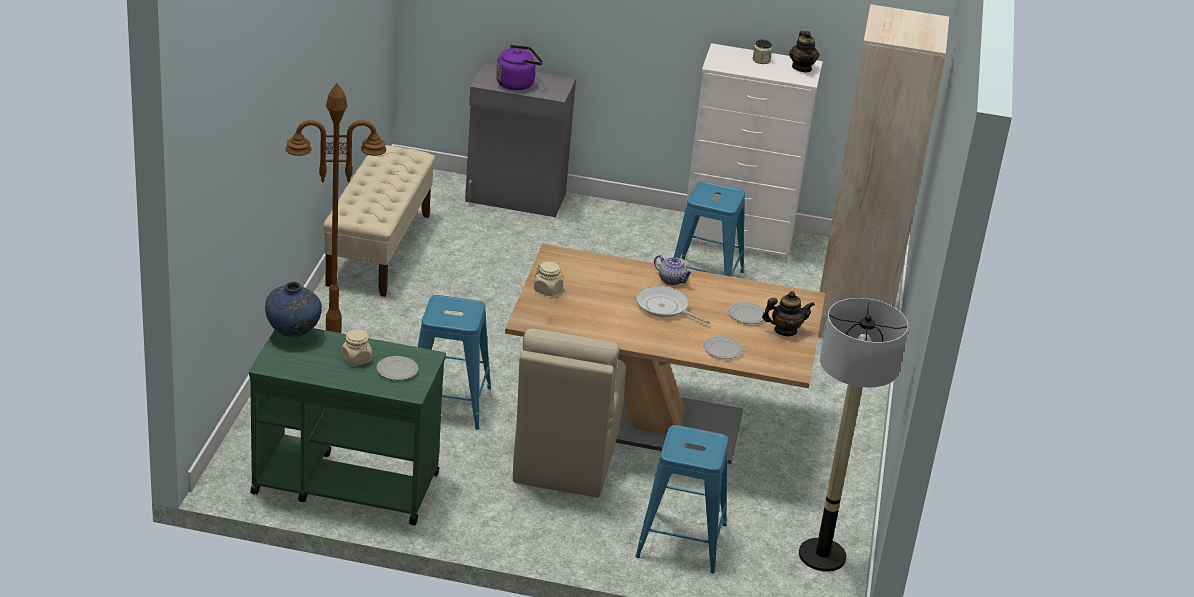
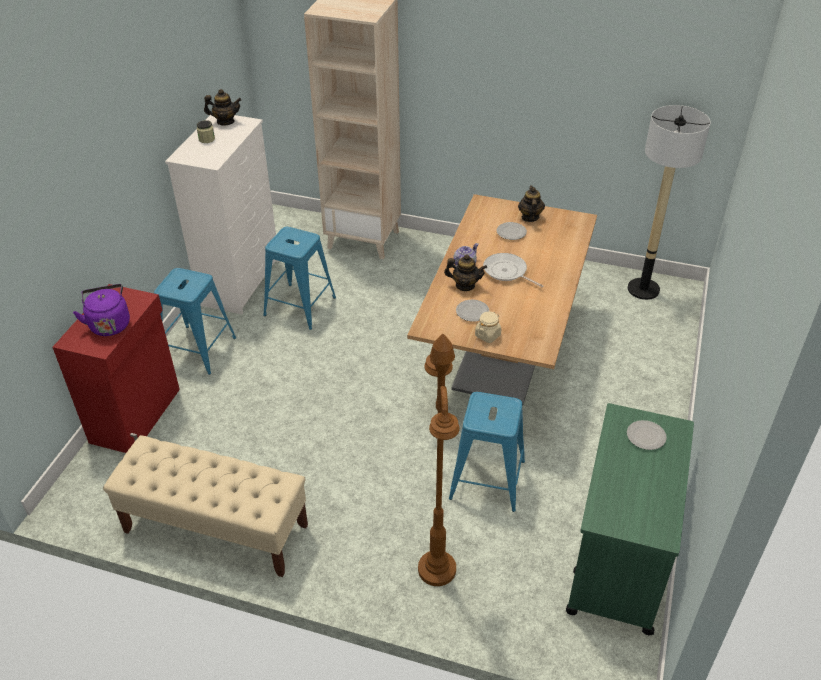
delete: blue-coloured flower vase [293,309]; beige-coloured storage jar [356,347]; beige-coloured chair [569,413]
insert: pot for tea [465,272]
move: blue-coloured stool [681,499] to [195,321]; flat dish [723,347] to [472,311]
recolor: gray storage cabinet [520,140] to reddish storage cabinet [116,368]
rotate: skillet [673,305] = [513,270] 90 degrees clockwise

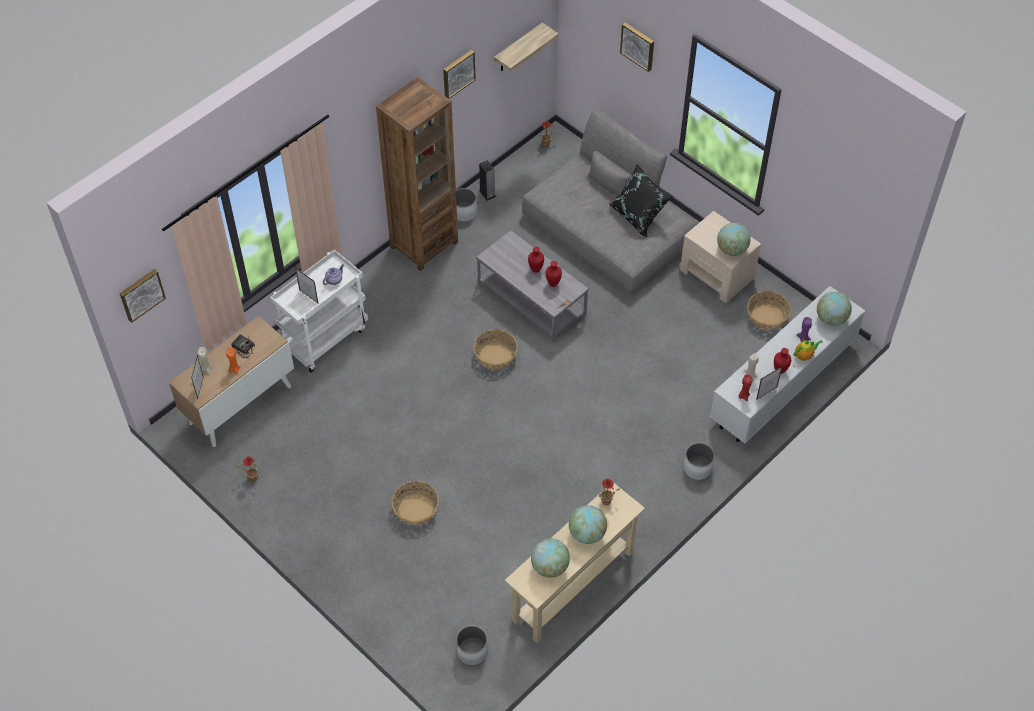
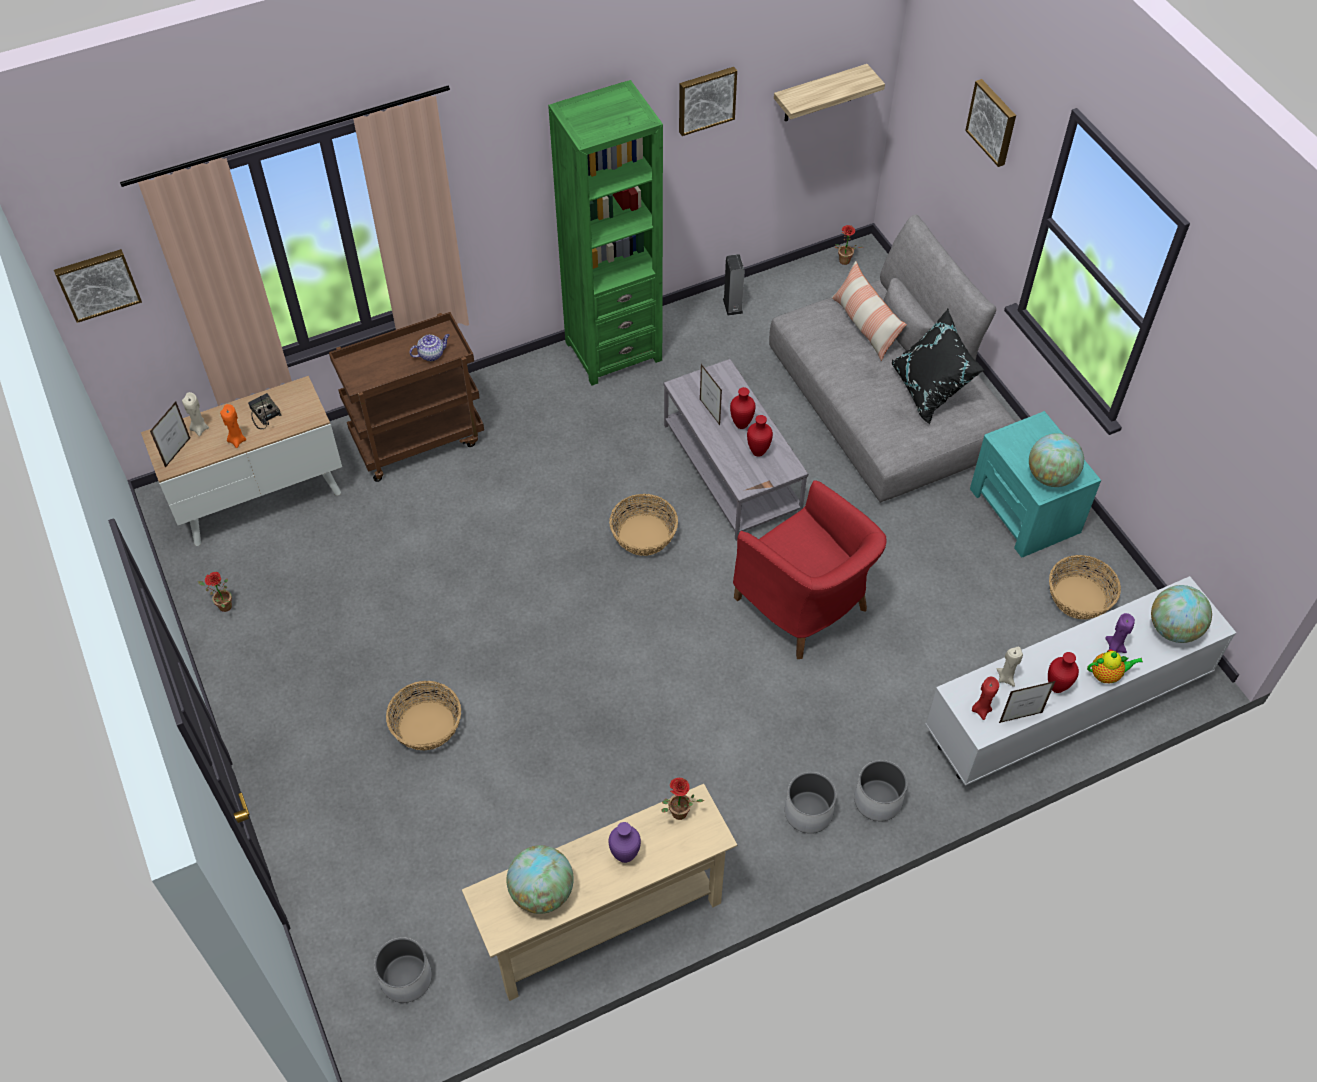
insert: reddish lounge chair [809,569]; pillow [869,311]
move: picture frame [306,285] to [711,394]; whitish planter [466,205] to [810,802]
replace: world globe [588,524] to purple flower vase [625,842]
recolor: whitish cart [319,311] to brown cart [406,397]; brown shelving unit [417,174] to greenish shelving unit [605,233]; beige-coloured nightstand [720,257] to turquoise-coloured nightstand [1035,484]

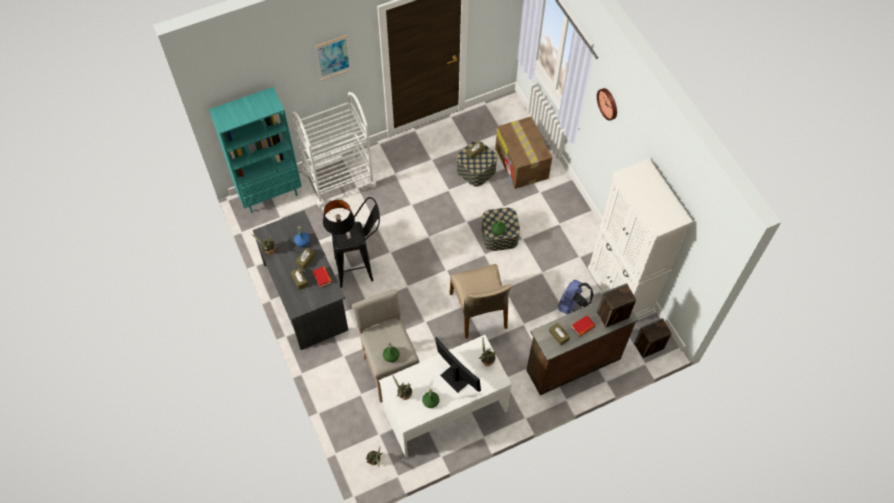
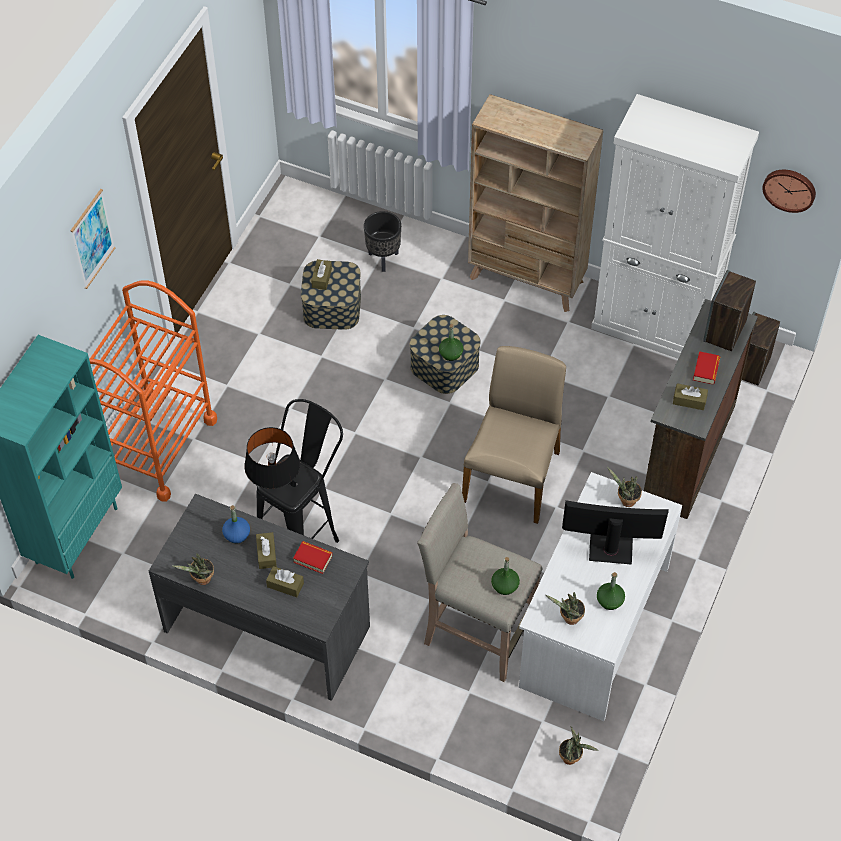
delete: blue-coloured knapsack [576,297]
insert: beige-coloured shelving unit [535,203]
move: wall clock [607,104] to [789,191]
replace: cardboard box [523,152] to black-coloured planter [382,241]
recolor: whitish cart [334,150] to orange cart [153,391]
rotate: beige-coloured chair [480,301] = [514,435] 105 degrees counterclockwise

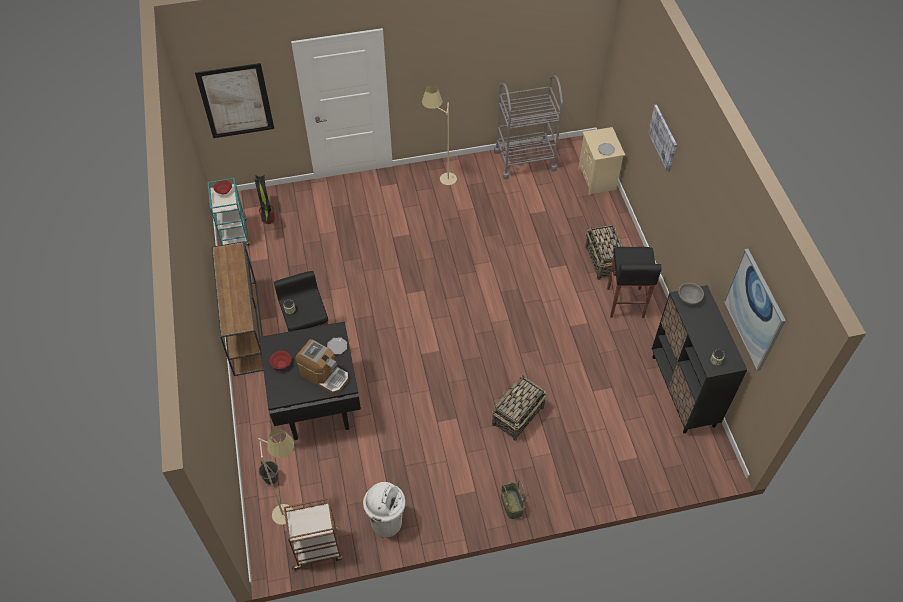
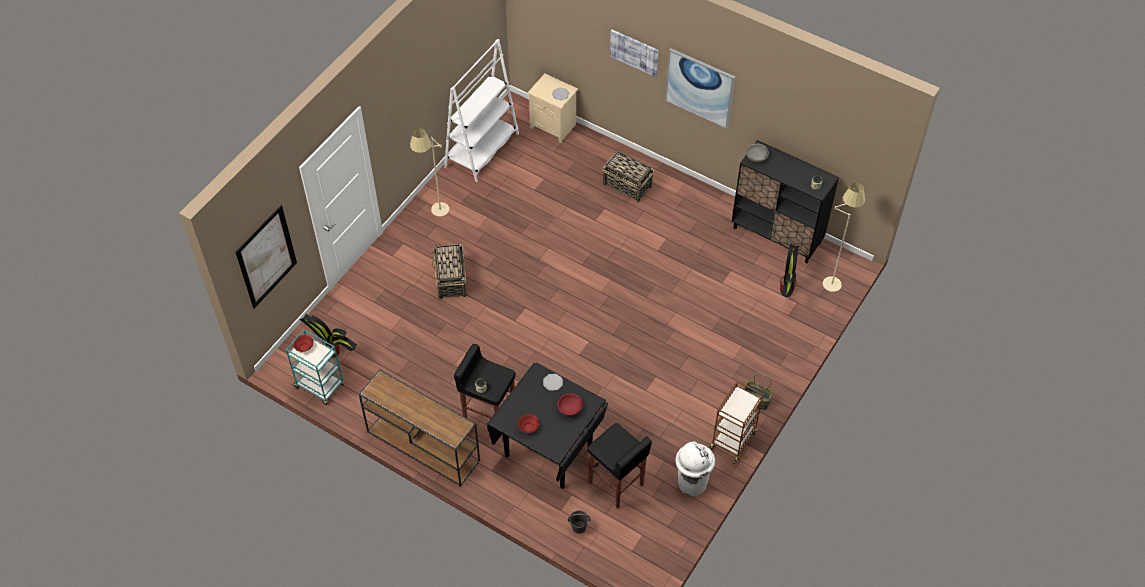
insert: plant in a pot [789,270]
move: storage basket [519,408] to [449,271]; black-coloured stool [634,282] to [619,465]; picture [755,310] to [700,88]; brown cart [313,534] to [736,422]; beige-coloured standing lamp [276,476] to [844,237]
replace: gray cart [528,127] to whitish shelving unit [481,110]; coffee maker [322,366] to reddish bowl [570,405]

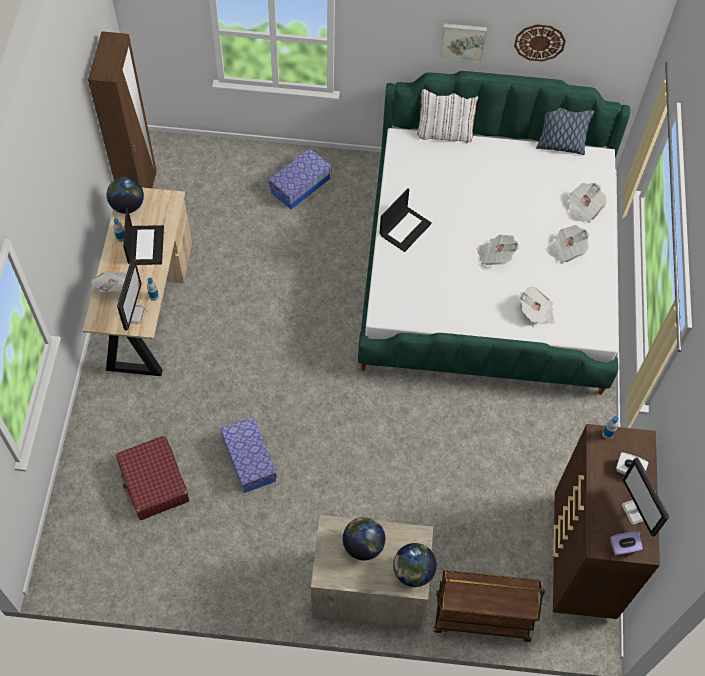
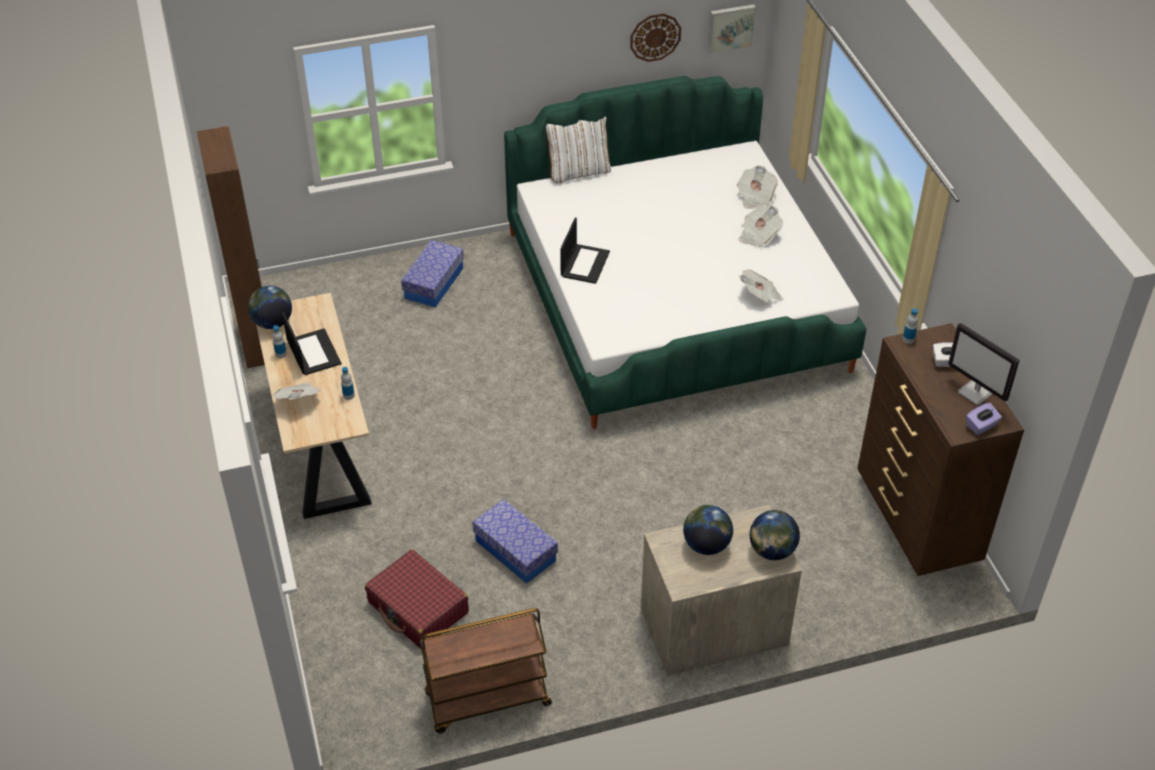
delete: computer display [131,295]; daily paper [498,250]; pillow [565,131]
move: brown cart [489,606] to [486,670]; picture [463,42] to [732,29]

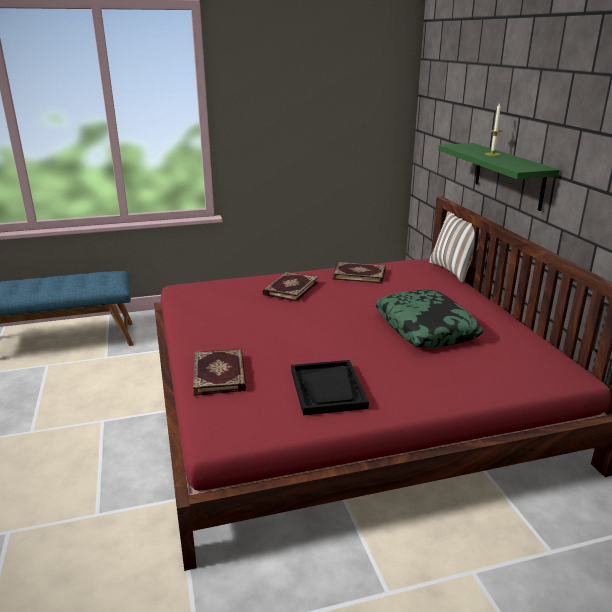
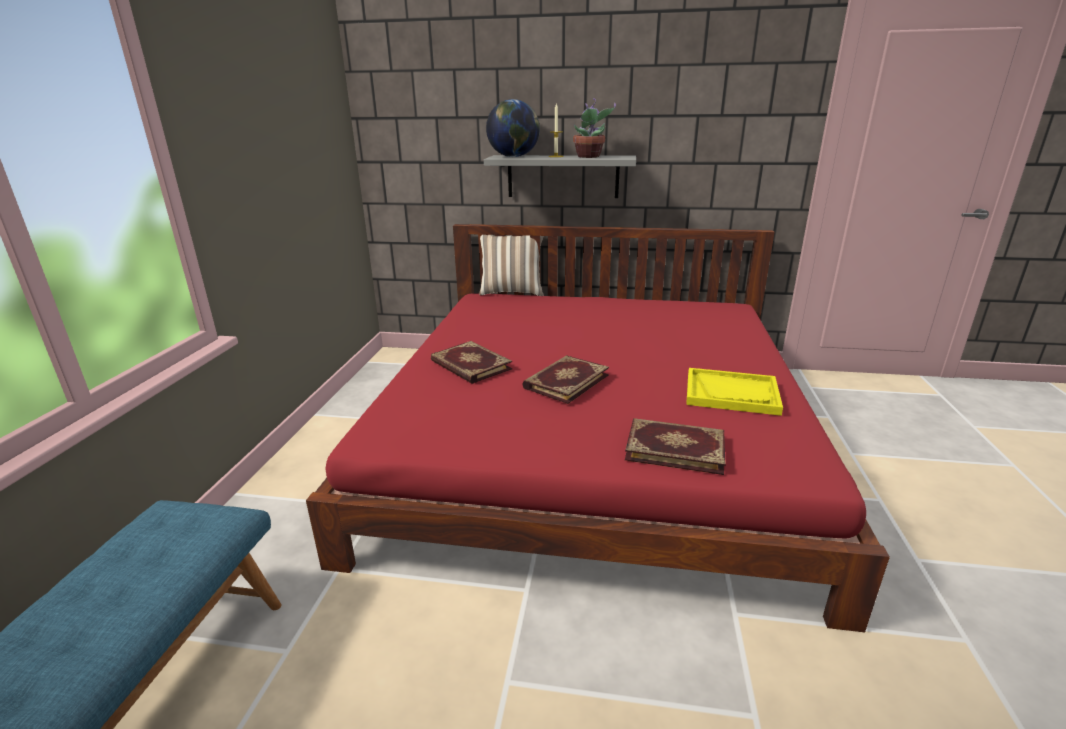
delete: pillow [429,319]
insert: world globe [513,128]; plant in a pot [594,128]
move: book [359,273] to [565,379]
recolor: greenish bracket shelf [499,177] to gray bracket shelf [560,176]; black-coloured carrying tray [330,387] to yellowish carrying tray [734,392]

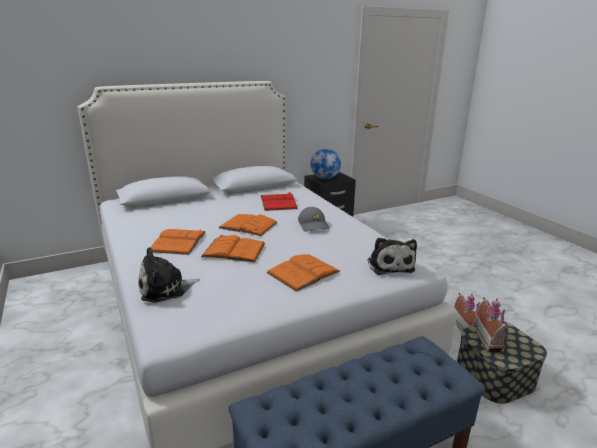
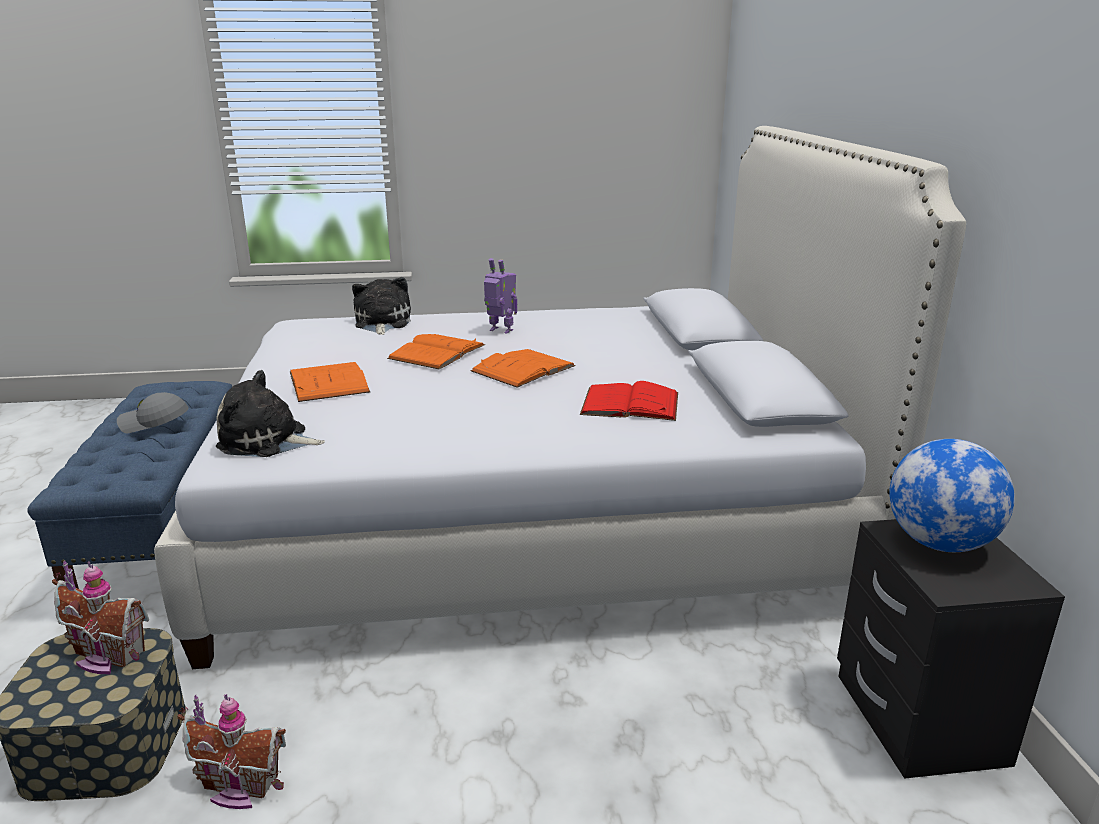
move: gray cap [314,219] to [153,412]
replace: orange book [178,242] to robot figure [500,296]

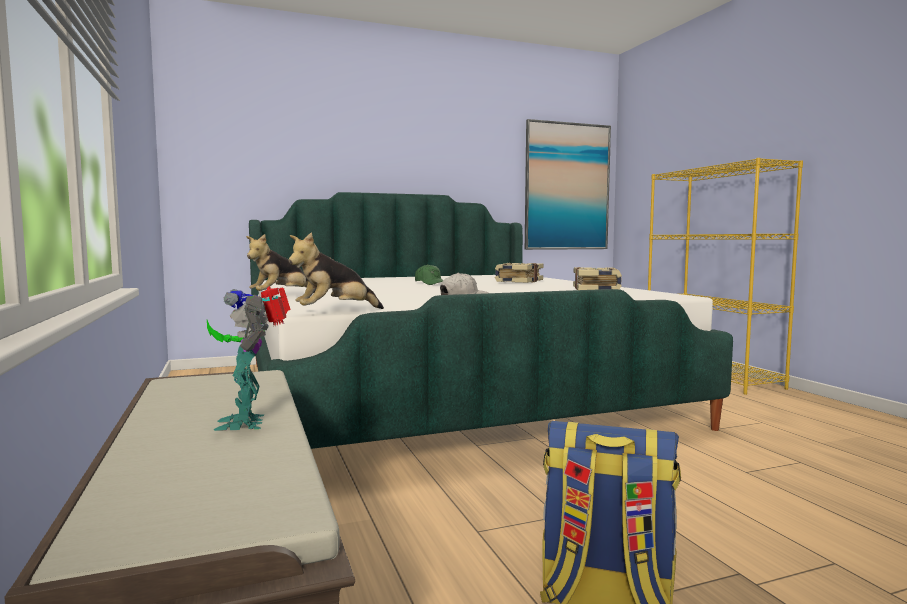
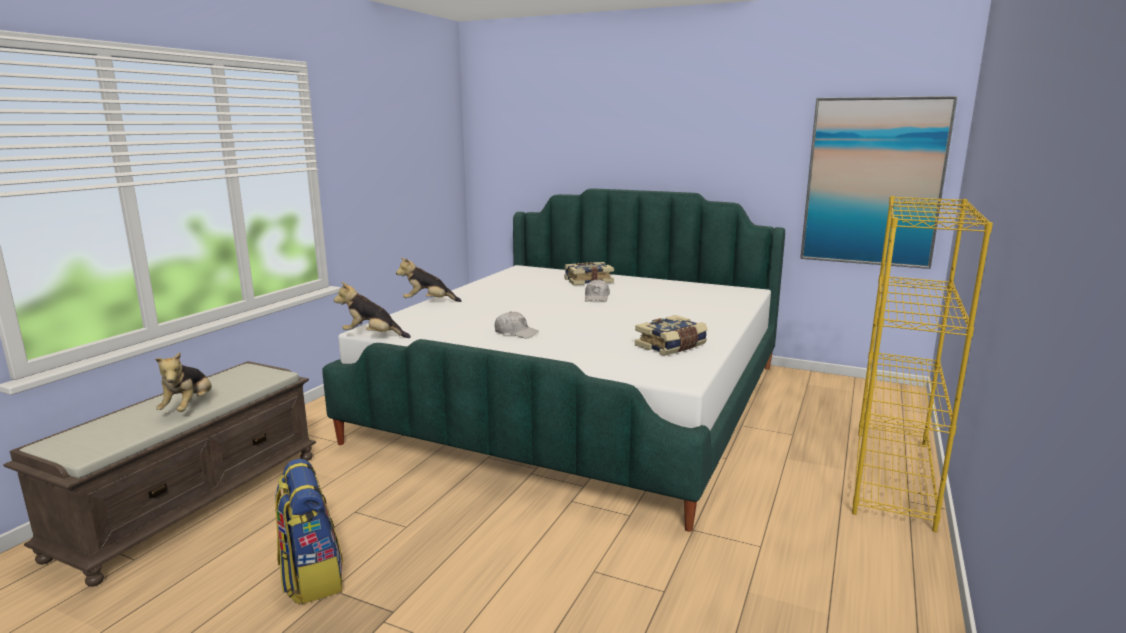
move: book [519,273] to [589,273]
replace: robot figure [249,358] to plush toy [183,382]
recolor: greenish cap [429,274] to whitish cap [597,290]

